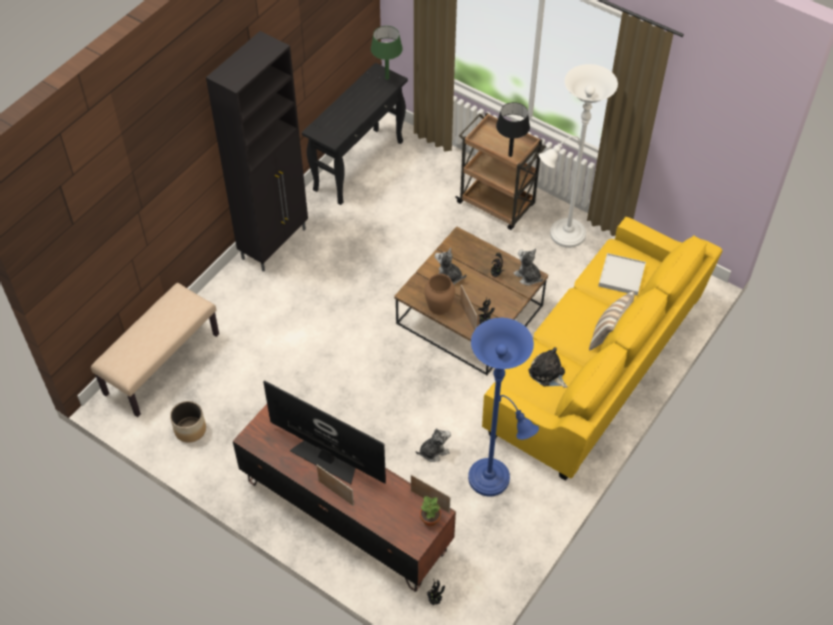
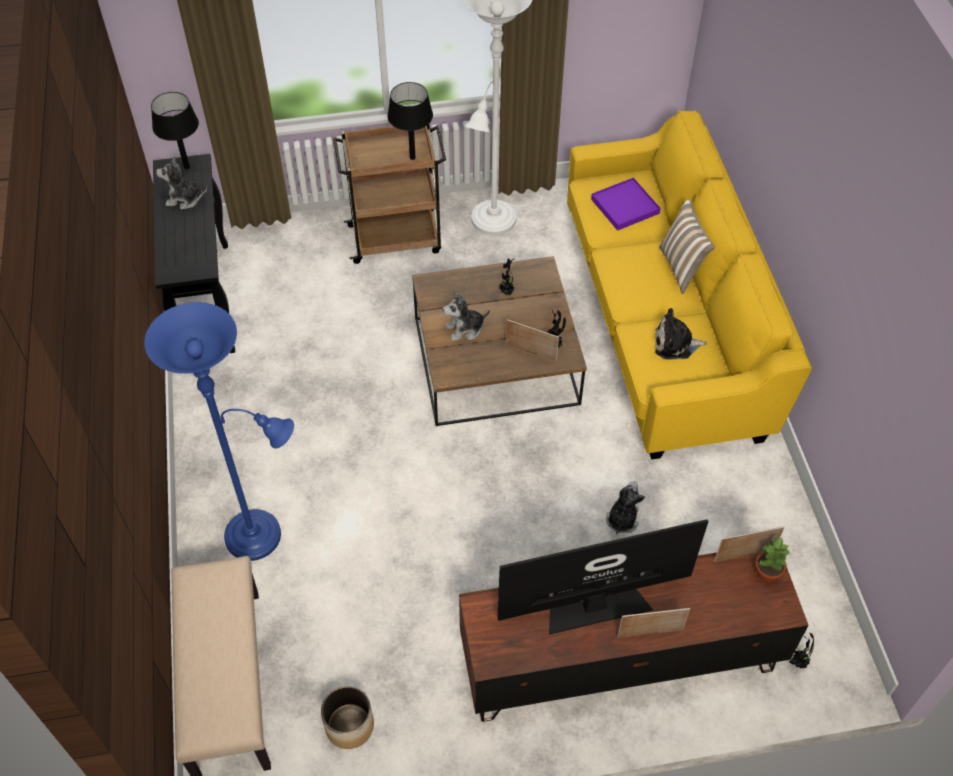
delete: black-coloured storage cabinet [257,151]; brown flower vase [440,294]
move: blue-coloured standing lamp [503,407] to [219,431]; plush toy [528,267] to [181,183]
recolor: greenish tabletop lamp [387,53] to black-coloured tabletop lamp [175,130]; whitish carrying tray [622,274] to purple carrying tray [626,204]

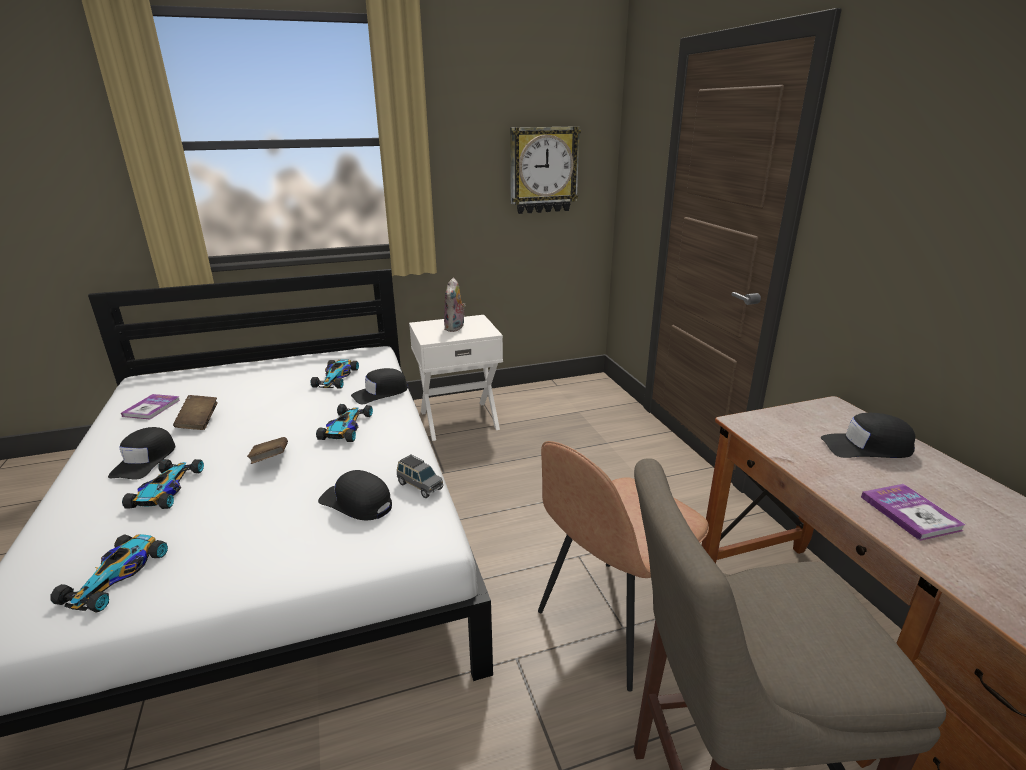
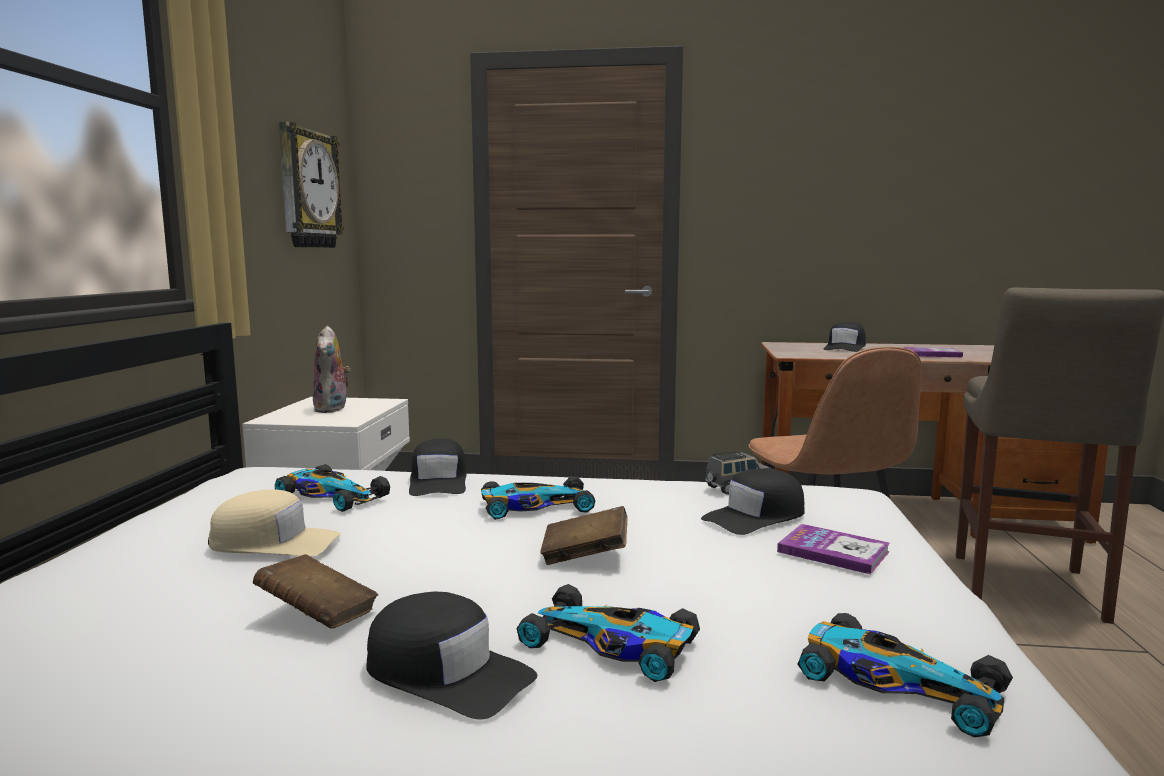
insert: beige-coloured cap [274,523]
move: book [150,407] to [833,549]
rotate: plush toy [455,305] = [331,369] 45 degrees clockwise; toy car [344,423] = [538,498] 135 degrees clockwise

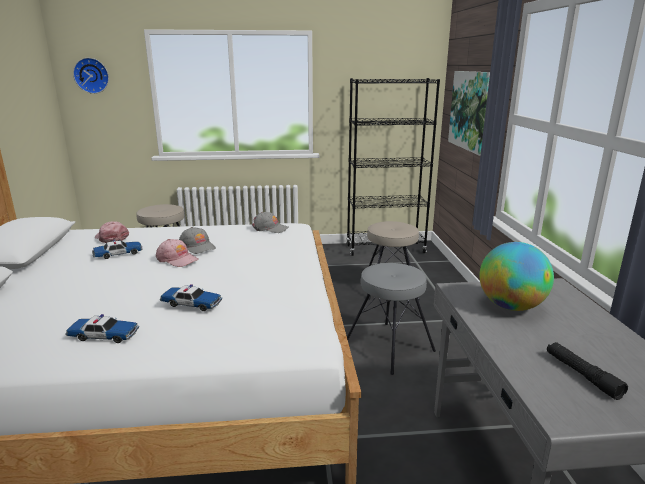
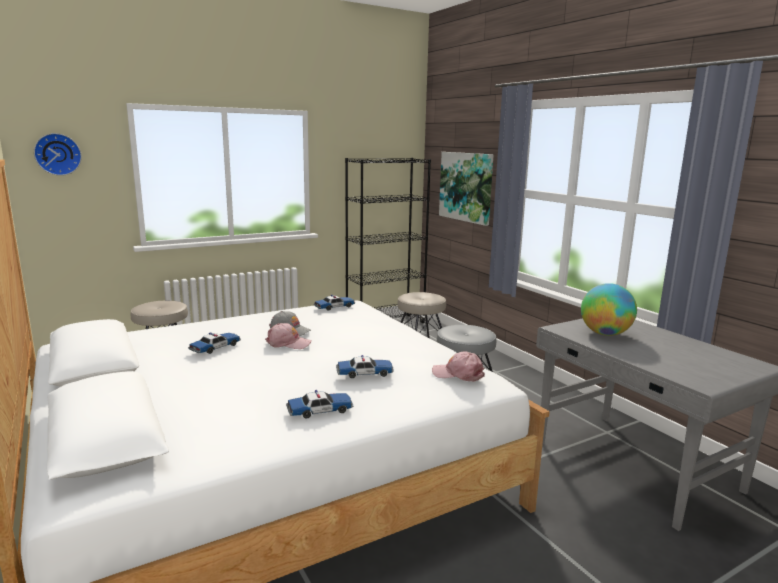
delete: black-coloured torch [587,371]
move: pink-coloured cap [112,232] to [458,366]
replace: gray cap [270,222] to toy car [334,303]

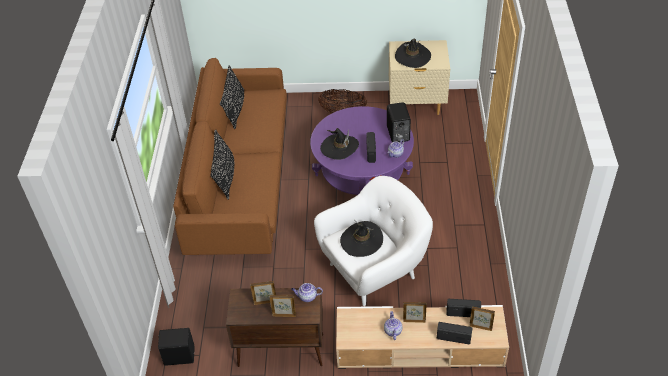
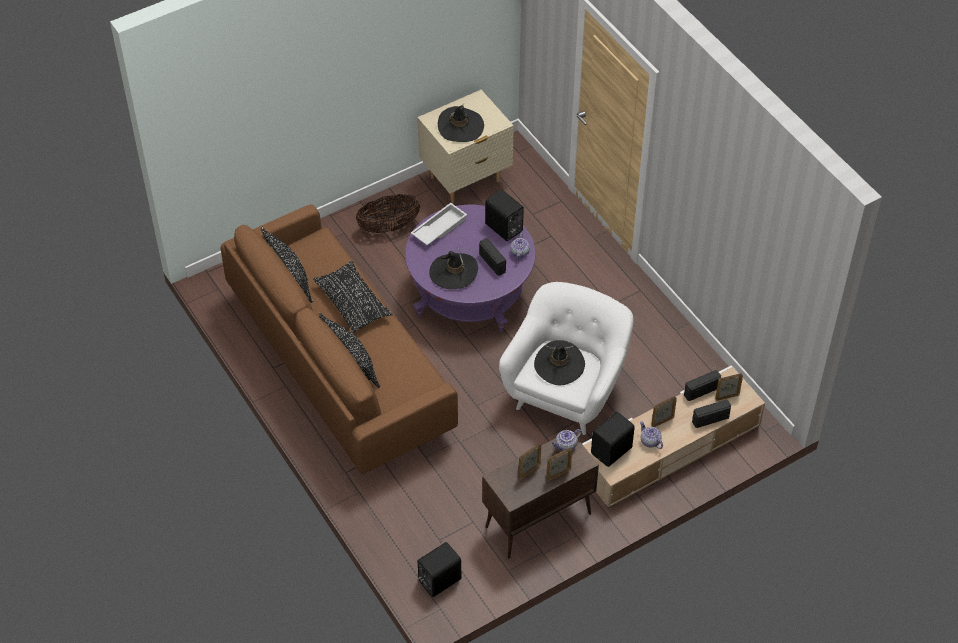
insert: black-coloured pillow [353,297]; whitish carrying tray [439,224]; black-coloured speaker [613,439]

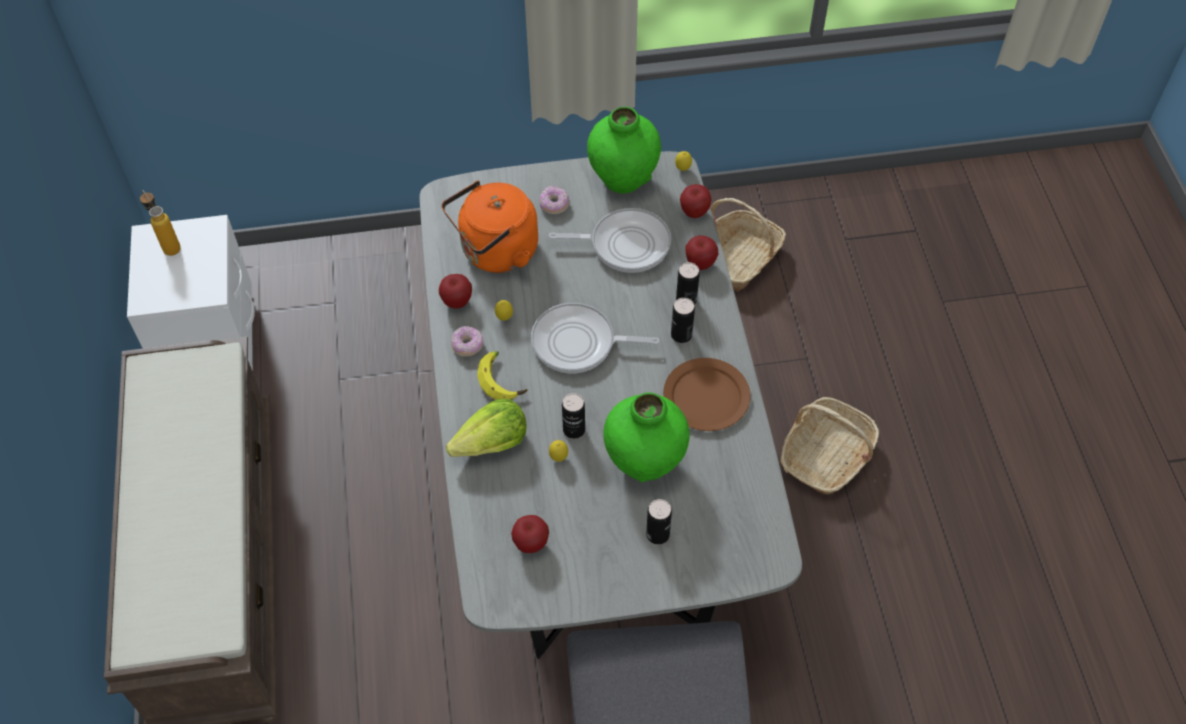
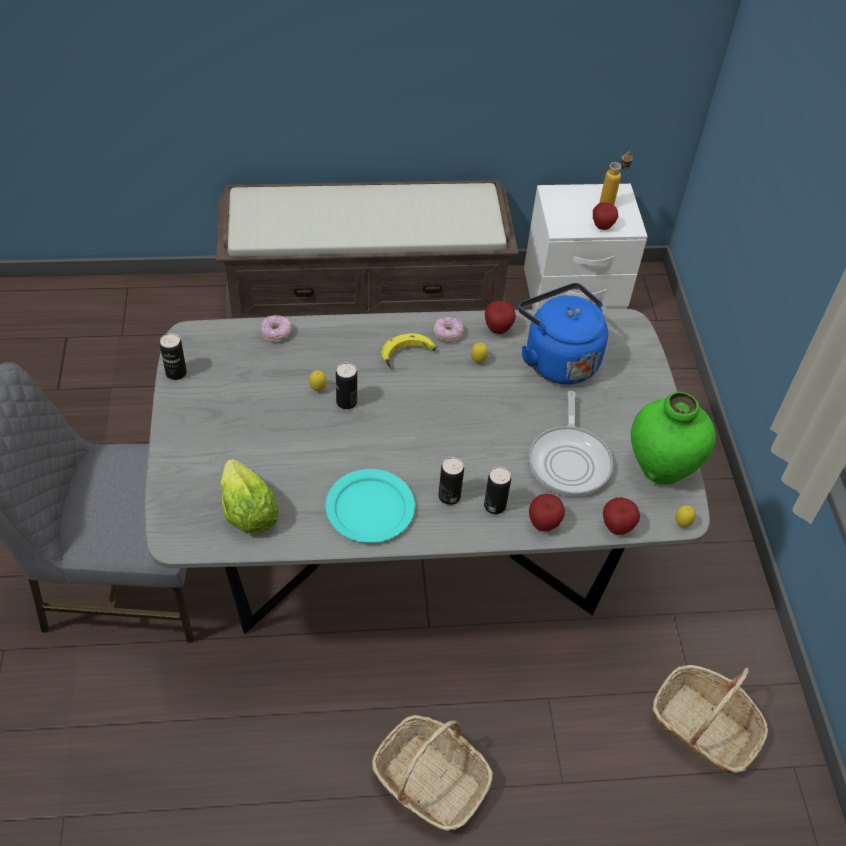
delete: skillet [595,338]; greenish flower vase [646,437]
move: can [659,521] to [173,356]; head of lettuce [486,428] to [249,496]; doughnut [554,200] to [276,328]; apple fruit [530,534] to [605,216]
recolor: brown flat dish [707,394] to turquoise-coloured flat dish [370,506]; orange kettle [490,227] to blue-coloured kettle [563,333]

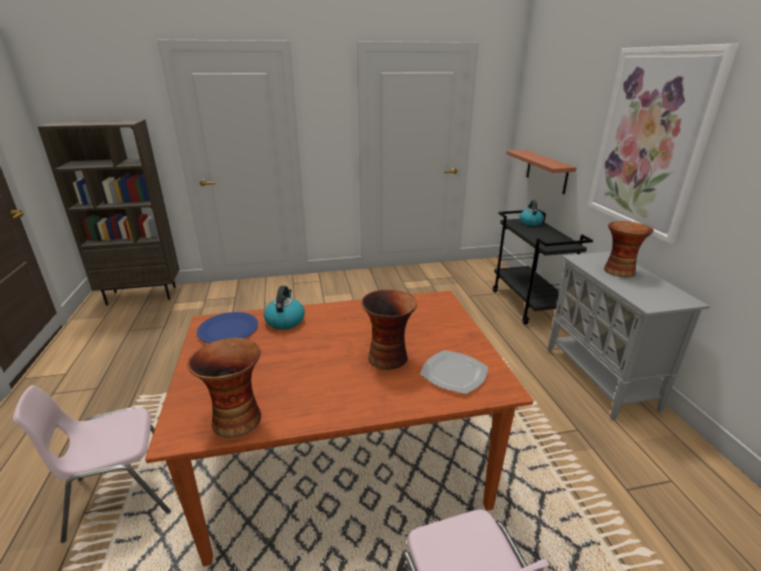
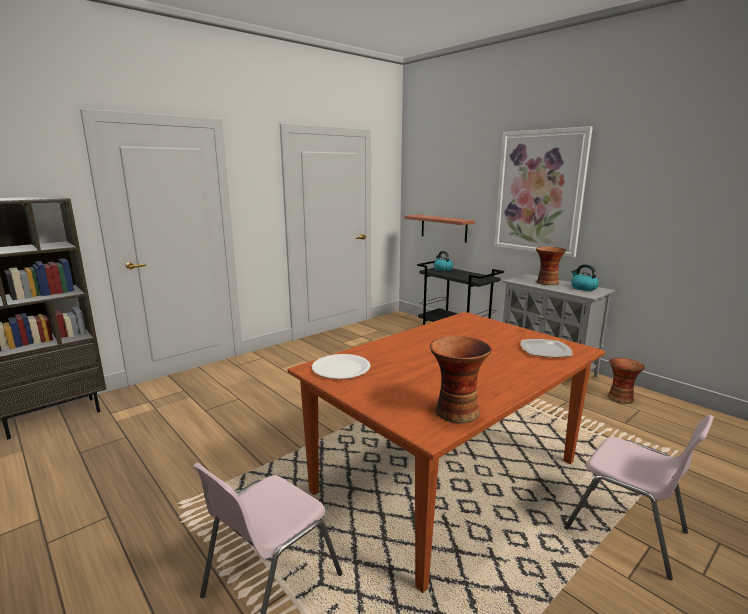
move: kettle [284,308] to [585,277]; flower vase [389,329] to [626,381]
recolor: blue-coloured flat dish [227,327] to whitish flat dish [341,366]

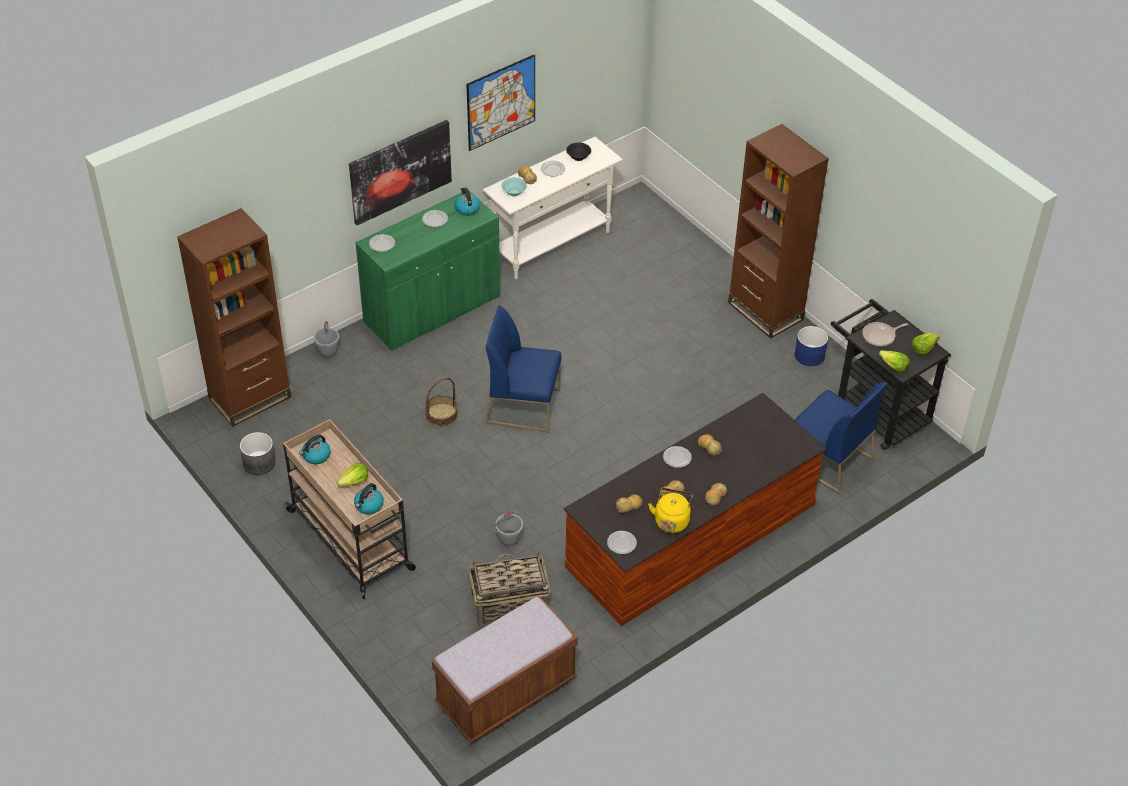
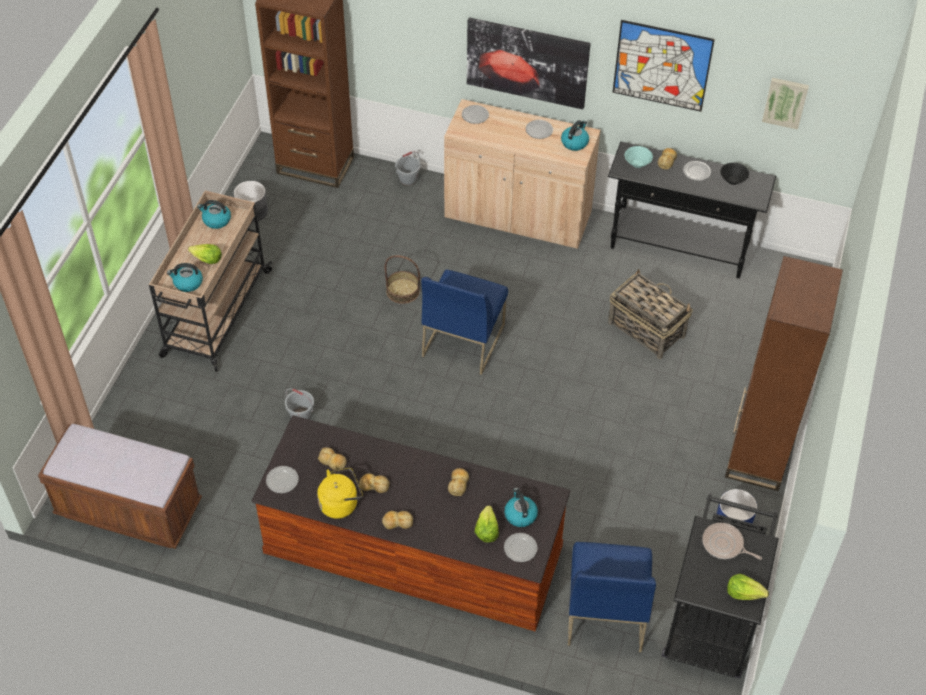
insert: kettle [521,507]; picture [785,104]
move: head of lettuce [894,361] to [487,523]; flat dish [677,457] to [521,547]; storage basket [509,589] to [650,314]
recolor: greenish storage cabinet [427,271] to beige-coloured storage cabinet [522,174]; whitish narrow table [553,208] to black-coloured narrow table [692,210]
rotate: blue-coloured chair [523,369] = [464,322] 135 degrees counterclockwise

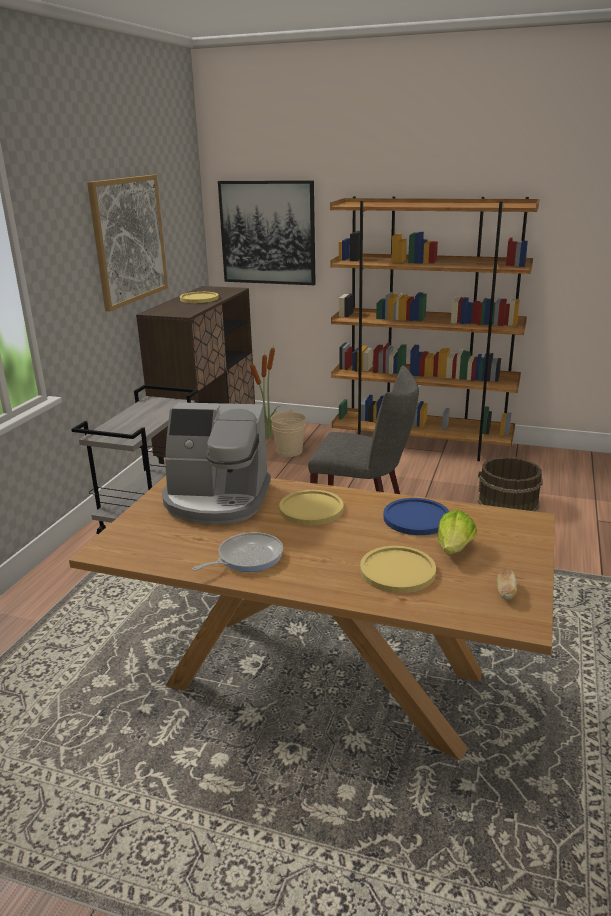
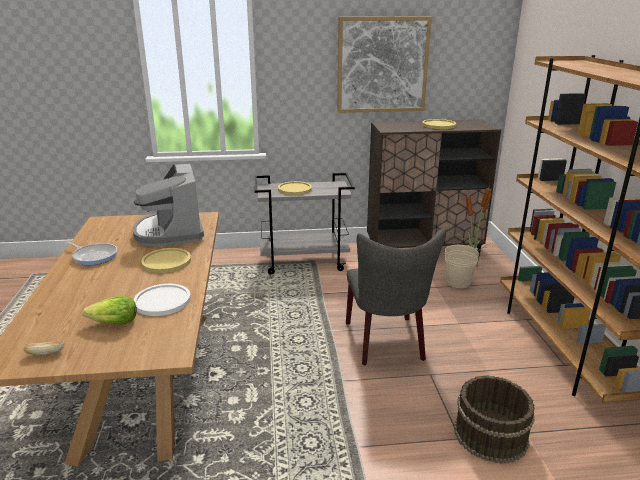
delete: picture [267,232]
move: yellowish flat dish [398,569] to [295,188]
recolor: blue-coloured flat dish [416,516] to whitish flat dish [162,300]

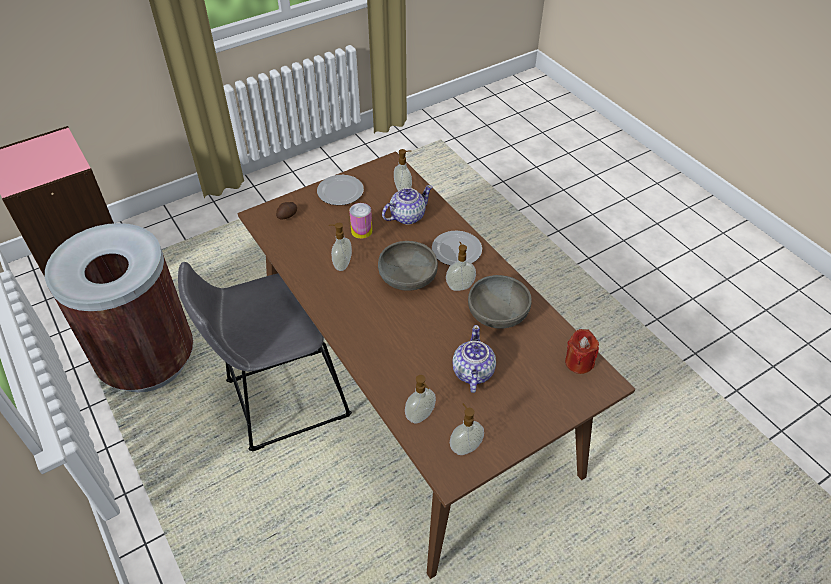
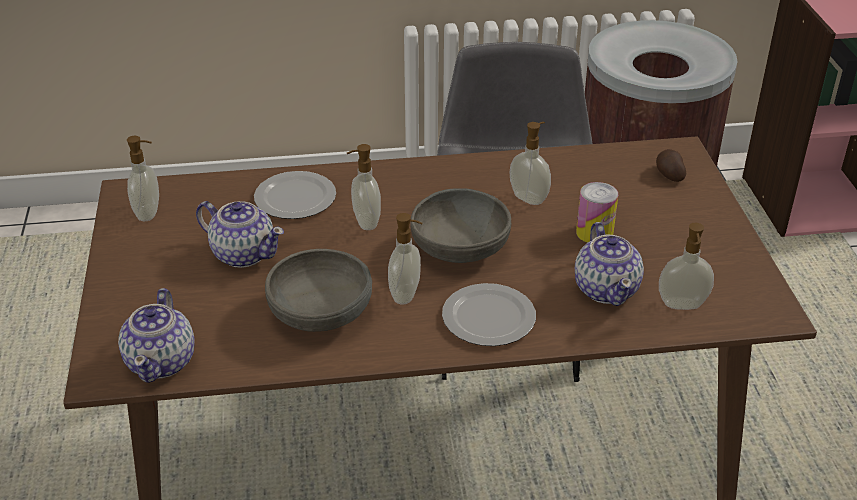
move: flat dish [340,190] to [295,195]; soap dispenser [420,399] to [364,187]
replace: reddish wax light [582,351] to pot for tea [156,335]

